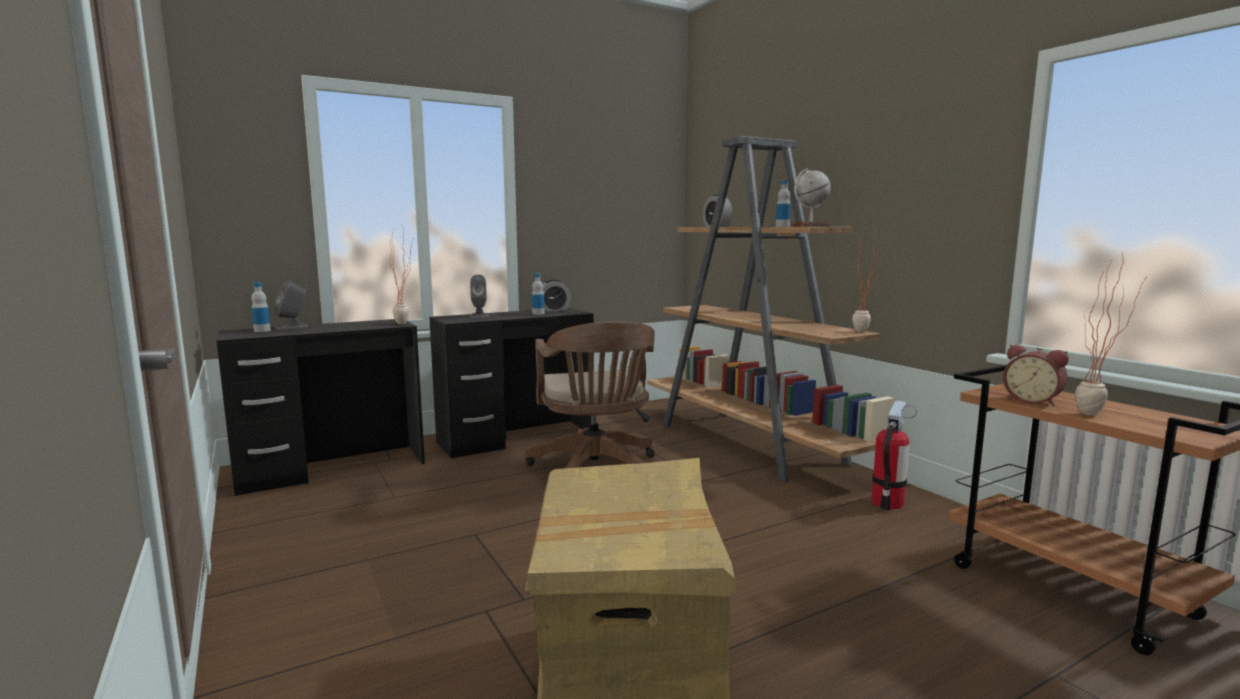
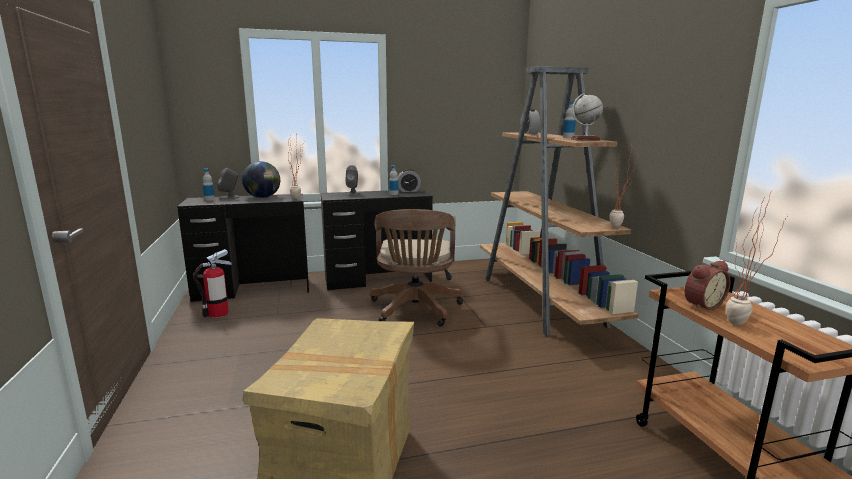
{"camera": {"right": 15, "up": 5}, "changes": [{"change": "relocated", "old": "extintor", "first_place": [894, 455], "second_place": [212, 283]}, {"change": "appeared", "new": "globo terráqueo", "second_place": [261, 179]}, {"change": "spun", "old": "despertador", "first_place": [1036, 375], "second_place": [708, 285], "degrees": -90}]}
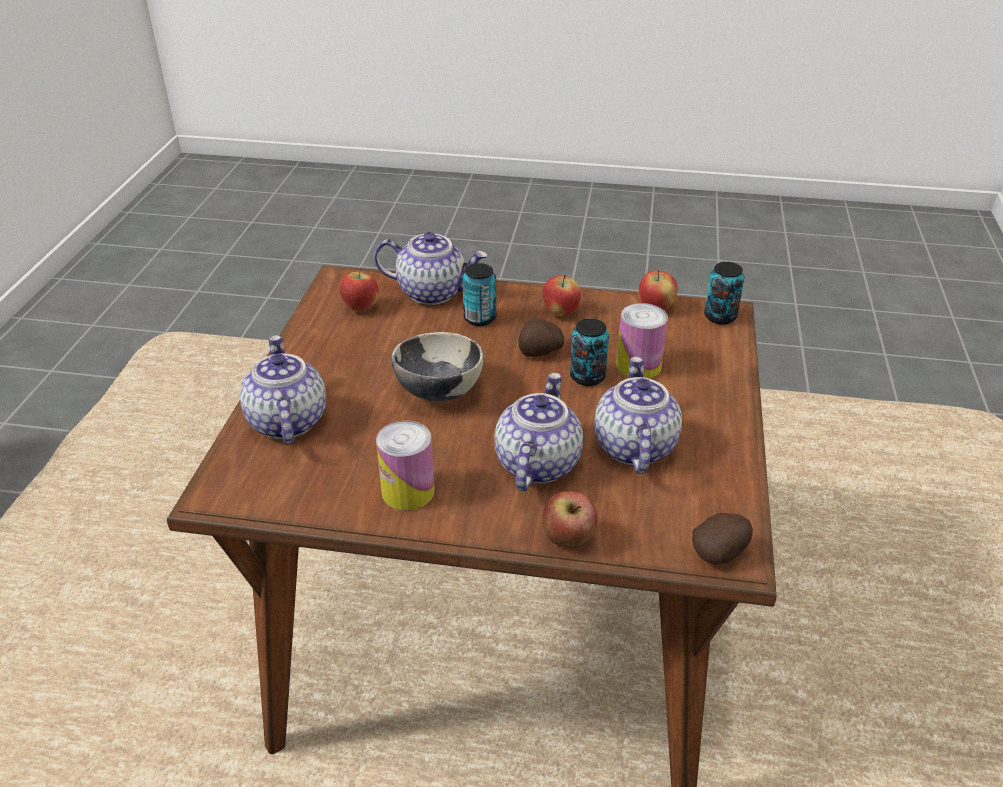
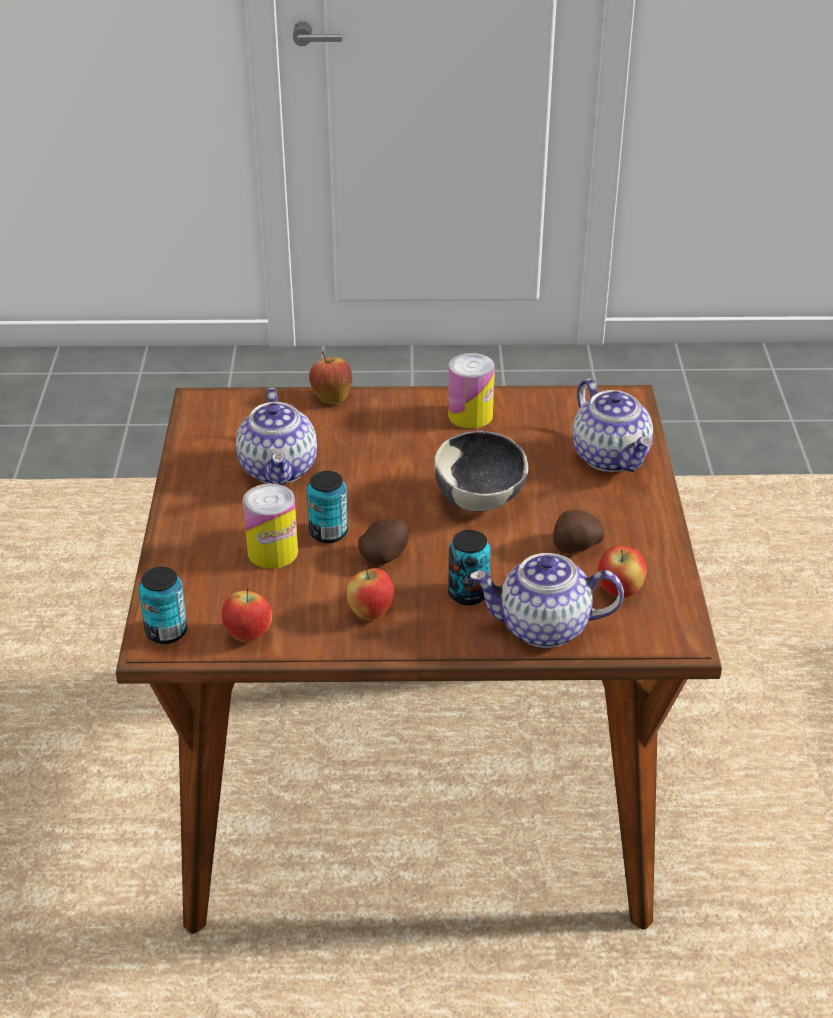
{"camera": {"right": 170, "up": 0}, "changes": [{"change": "relocated", "old": "patata", "first_place": [722, 538], "second_place": [578, 531]}, {"change": "missing", "old": "tetera", "first_place": [538, 432]}]}
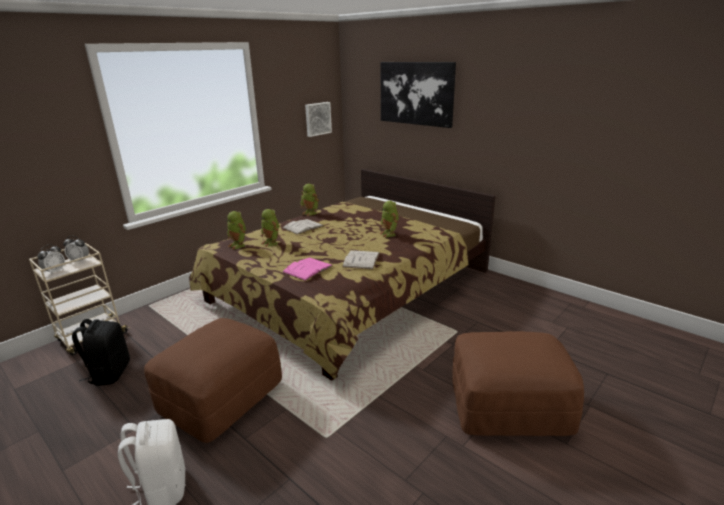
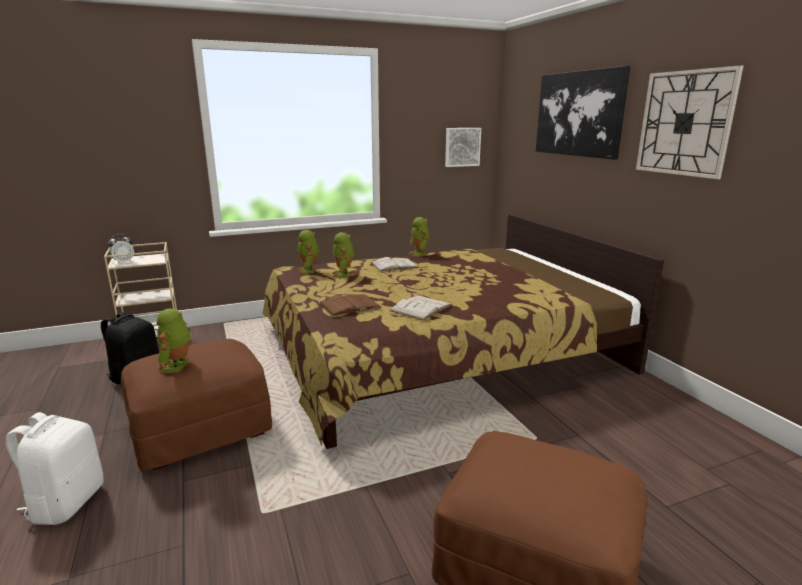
{"camera": {"right": 25, "up": -5}, "changes": [{"change": "relocated", "old": "robot de juguete", "first_place": [389, 219], "second_place": [173, 341]}, {"change": "colour", "old": "libro [rosa]", "new": "libro [marrón]", "first_place": [307, 269], "second_place": [350, 305]}, {"change": "appeared", "new": "reloj de pared", "second_place": [690, 122]}, {"change": "missing", "old": "despertador", "first_place": [76, 249]}]}
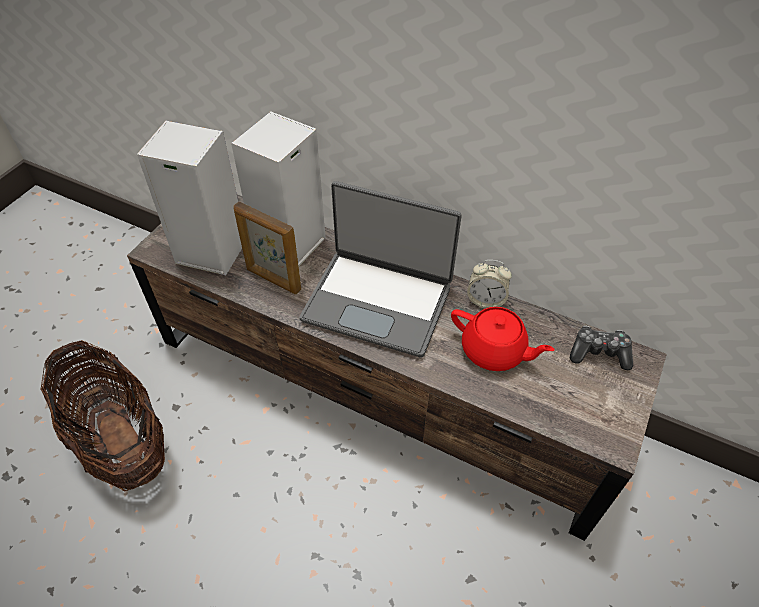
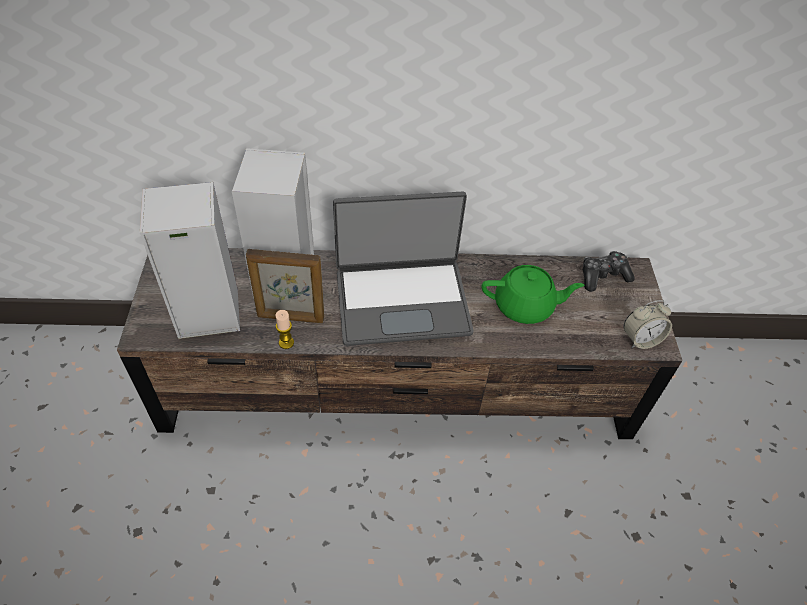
{"camera": {"right": -30, "up": 0}, "changes": [{"change": "appeared", "new": "vela", "second_place": [285, 329]}, {"change": "colour", "old": "tetera [rojo]", "new": "tetera [verde]", "first_place": [503, 339], "second_place": [533, 294]}, {"change": "relocated", "old": "despertador", "first_place": [489, 284], "second_place": [647, 324]}, {"change": "missing", "old": "cesta", "first_place": [103, 416]}]}
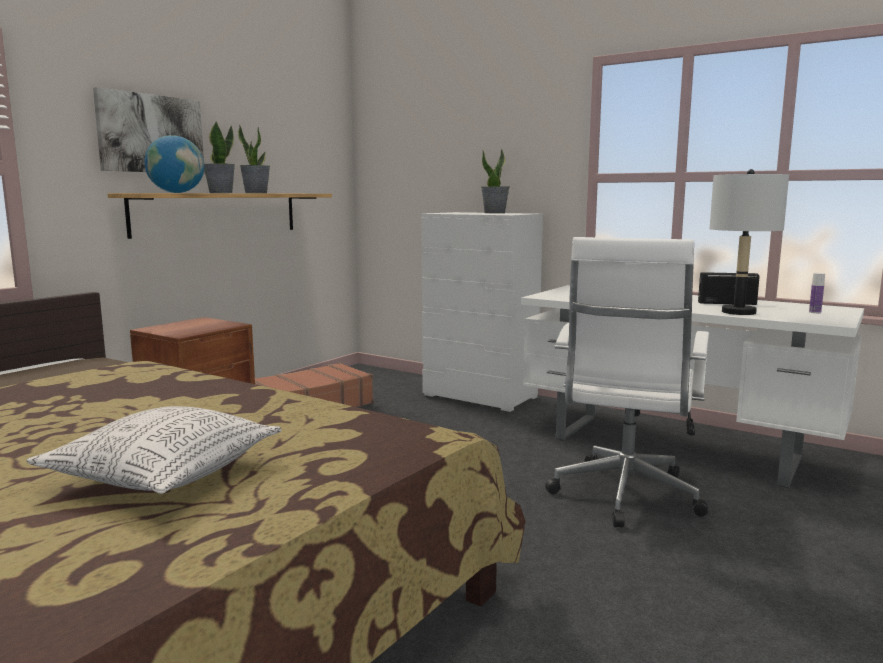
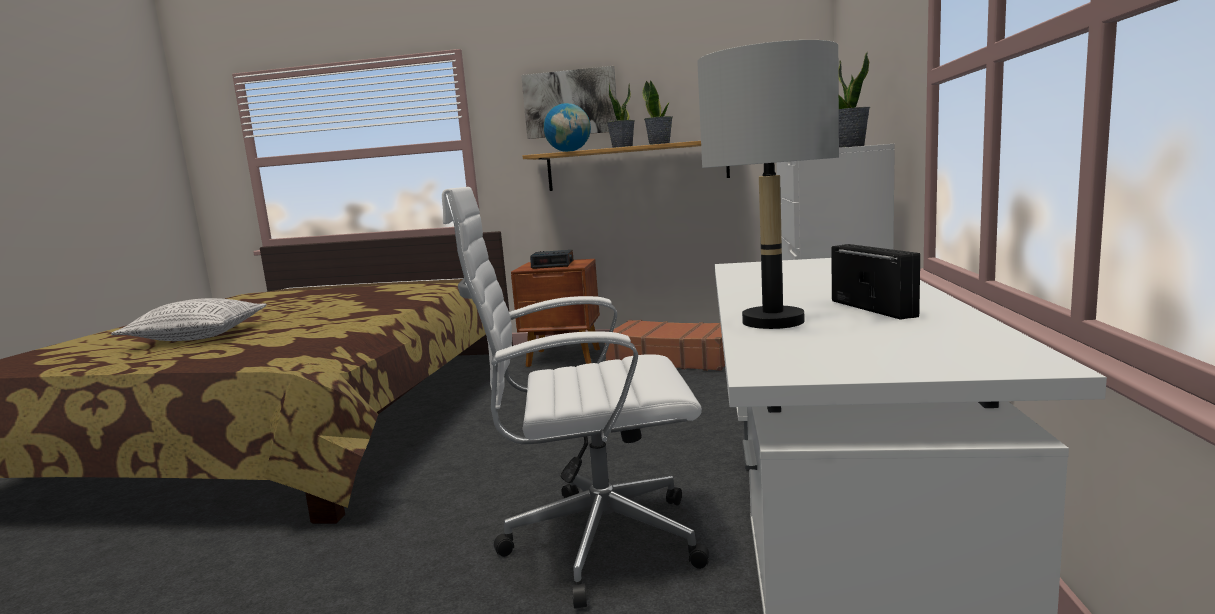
{"camera": {"right": 65, "up": 0}, "changes": [{"change": "appeared", "new": "despertador", "second_place": [551, 259]}, {"change": "missing", "old": "botella", "first_place": [817, 293]}]}
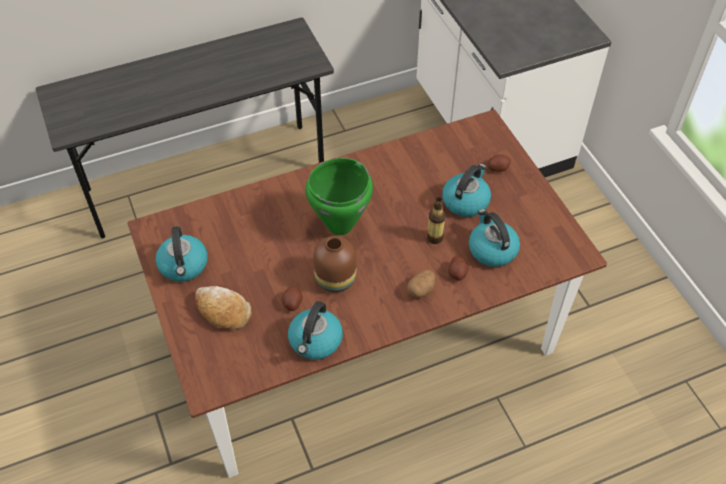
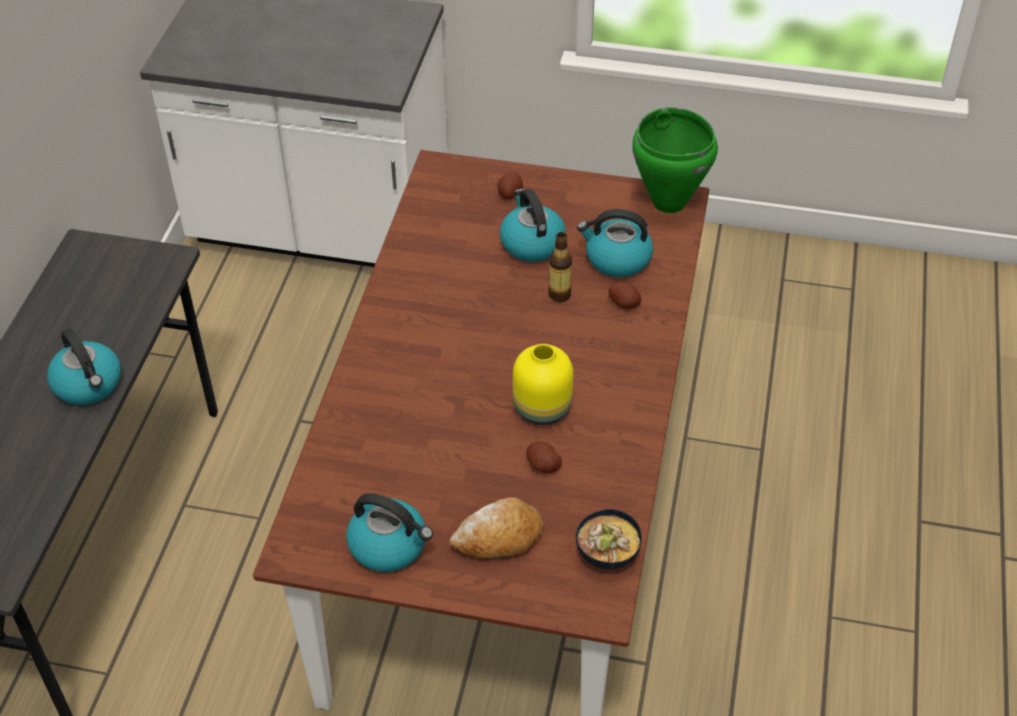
{"camera": {"right": -55, "up": -5}, "changes": [{"change": "relocated", "old": "hervidor", "first_place": [315, 330], "second_place": [84, 366]}, {"change": "colour", "old": "florero [marrón]", "new": "florero [amarillo]", "first_place": [334, 264], "second_place": [543, 384]}, {"change": "appeared", "new": "cuenco", "second_place": [609, 539]}, {"change": "relocated", "old": "olla [verde]", "first_place": [339, 196], "second_place": [675, 160]}, {"change": "missing", "old": "patata", "first_place": [421, 284]}]}
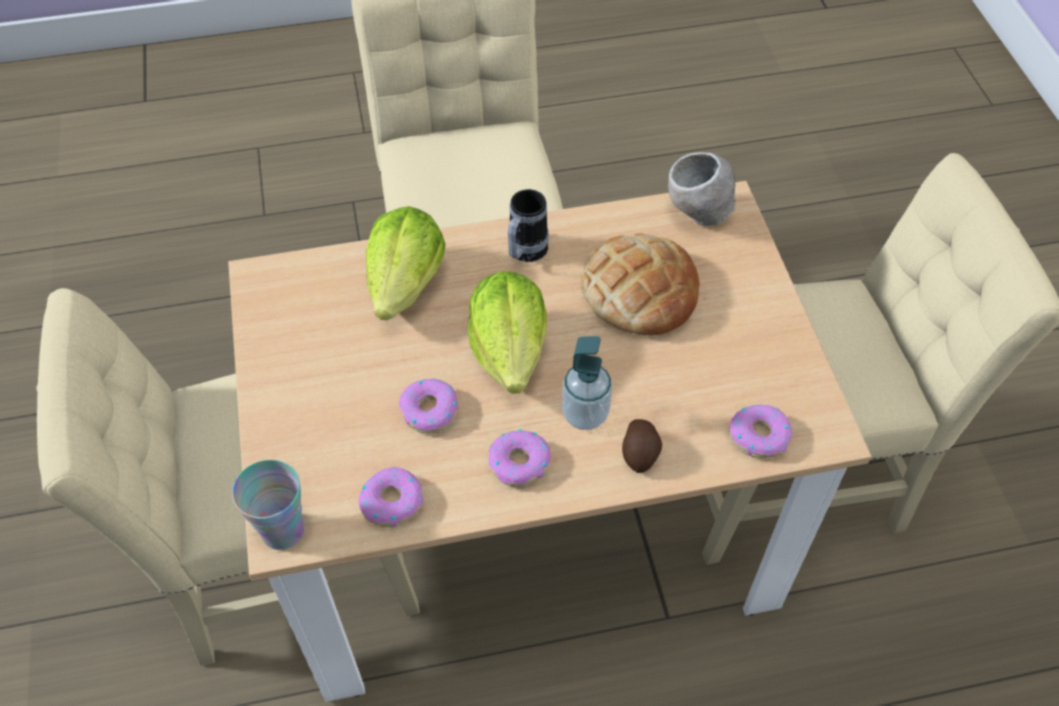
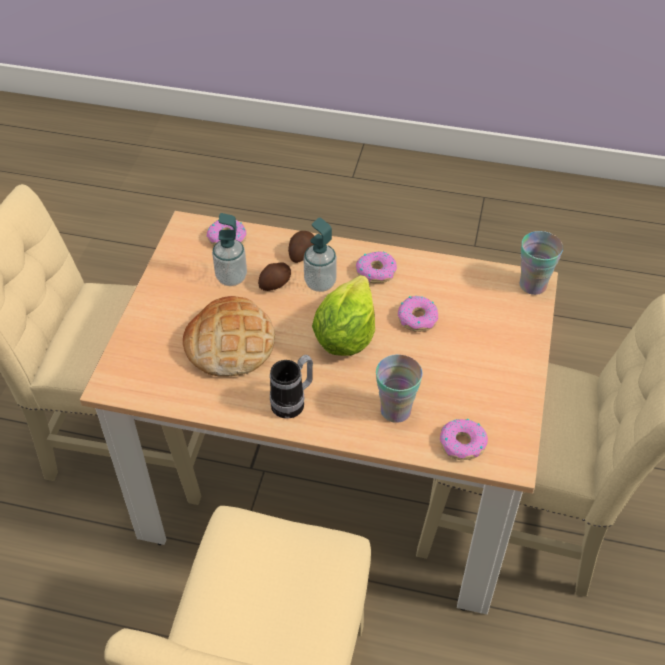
{"camera": {"right": -155, "up": -5}, "changes": [{"change": "appeared", "new": "dispensador de jabón", "second_place": [229, 249]}, {"change": "appeared", "new": "patata", "second_place": [274, 276]}, {"change": "exchanged", "old": "lechuga", "new": "taza", "first_place": [406, 263], "second_place": [399, 388]}, {"change": "relocated", "old": "rosquilla", "first_place": [391, 497], "second_place": [464, 439]}, {"change": "missing", "old": "cuenco [gris]", "first_place": [702, 189]}]}
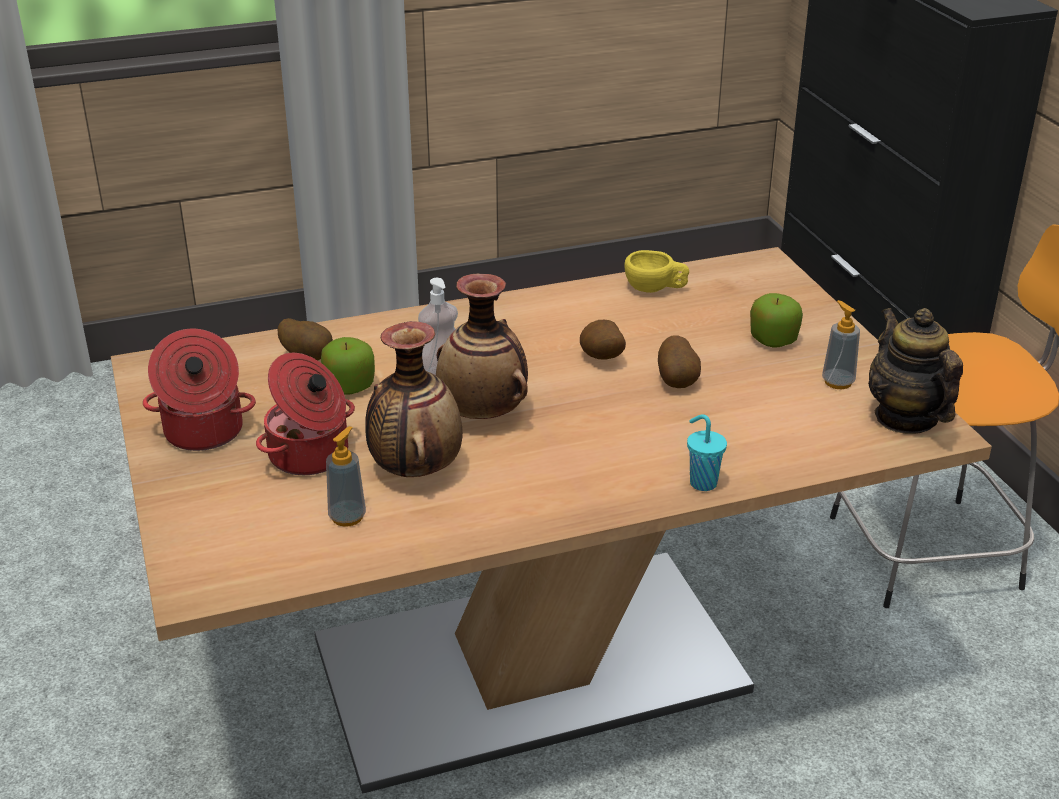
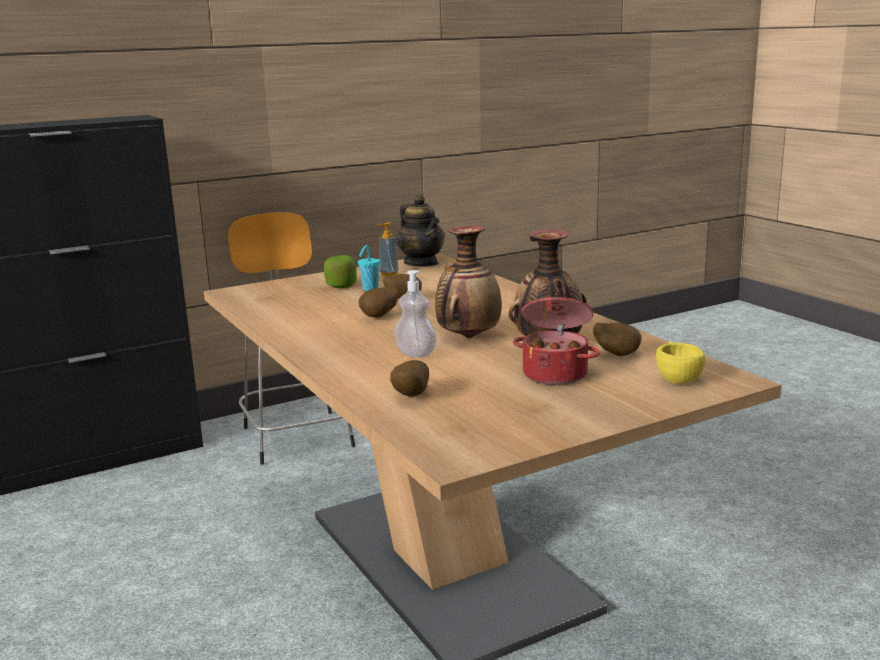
{"camera": {"right": -100, "up": -15}, "changes": [{"change": "relocated", "old": "taza [turquesa]", "first_place": [707, 452], "second_place": [369, 268]}, {"change": "spun", "old": "tetera", "first_place": [915, 371], "second_place": [420, 231], "degrees": -90}, {"change": "exchanged", "old": "dispensador de jabón", "new": "patata", "first_place": [346, 476], "second_place": [617, 339]}, {"change": "relocated", "old": "taza [amarillo]", "first_place": [656, 271], "second_place": [681, 362]}, {"change": "missing", "old": "olla", "first_place": [199, 390]}, {"change": "missing", "old": "manzana", "first_place": [348, 365]}]}
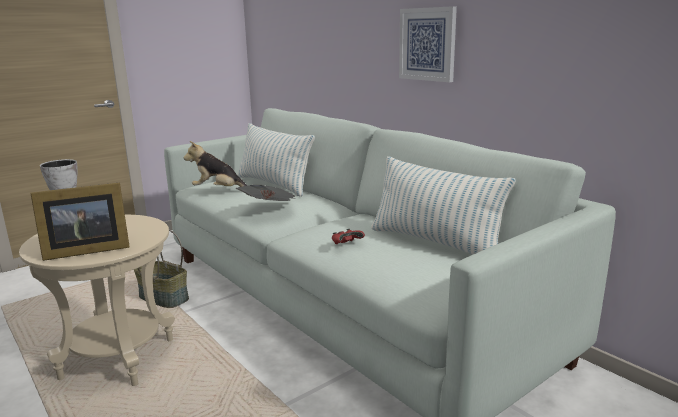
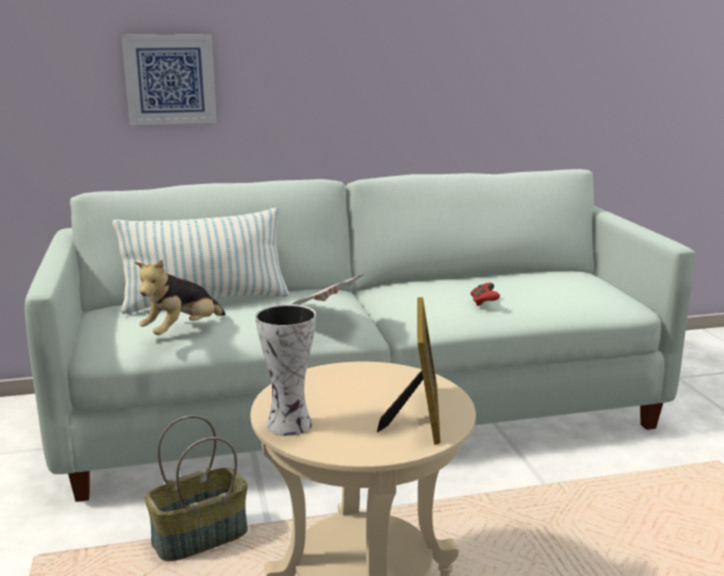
{"camera": {"right": -65, "up": 0}, "changes": [{"change": "relocated", "old": "cuadro", "first_place": [428, 44], "second_place": [169, 79]}, {"change": "missing", "old": "cojín", "first_place": [443, 205]}]}
